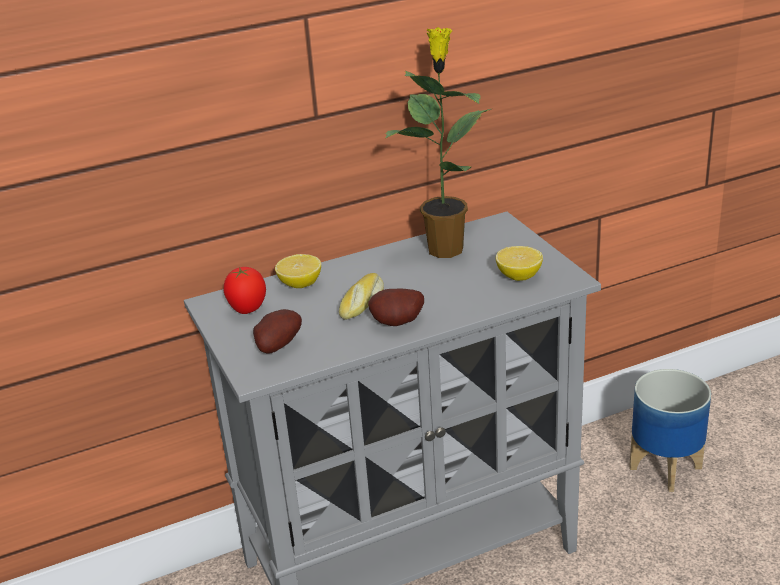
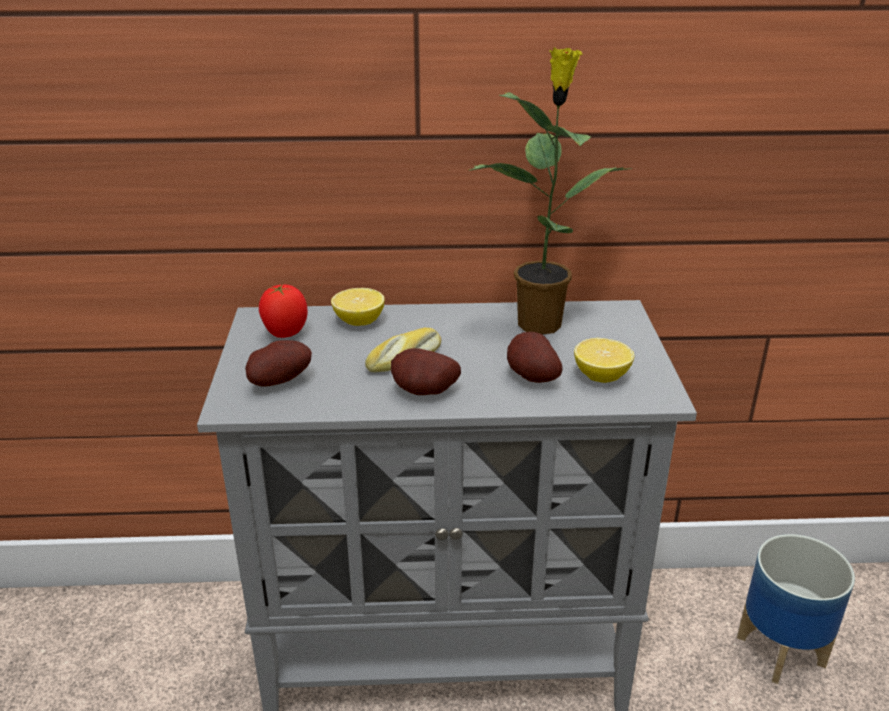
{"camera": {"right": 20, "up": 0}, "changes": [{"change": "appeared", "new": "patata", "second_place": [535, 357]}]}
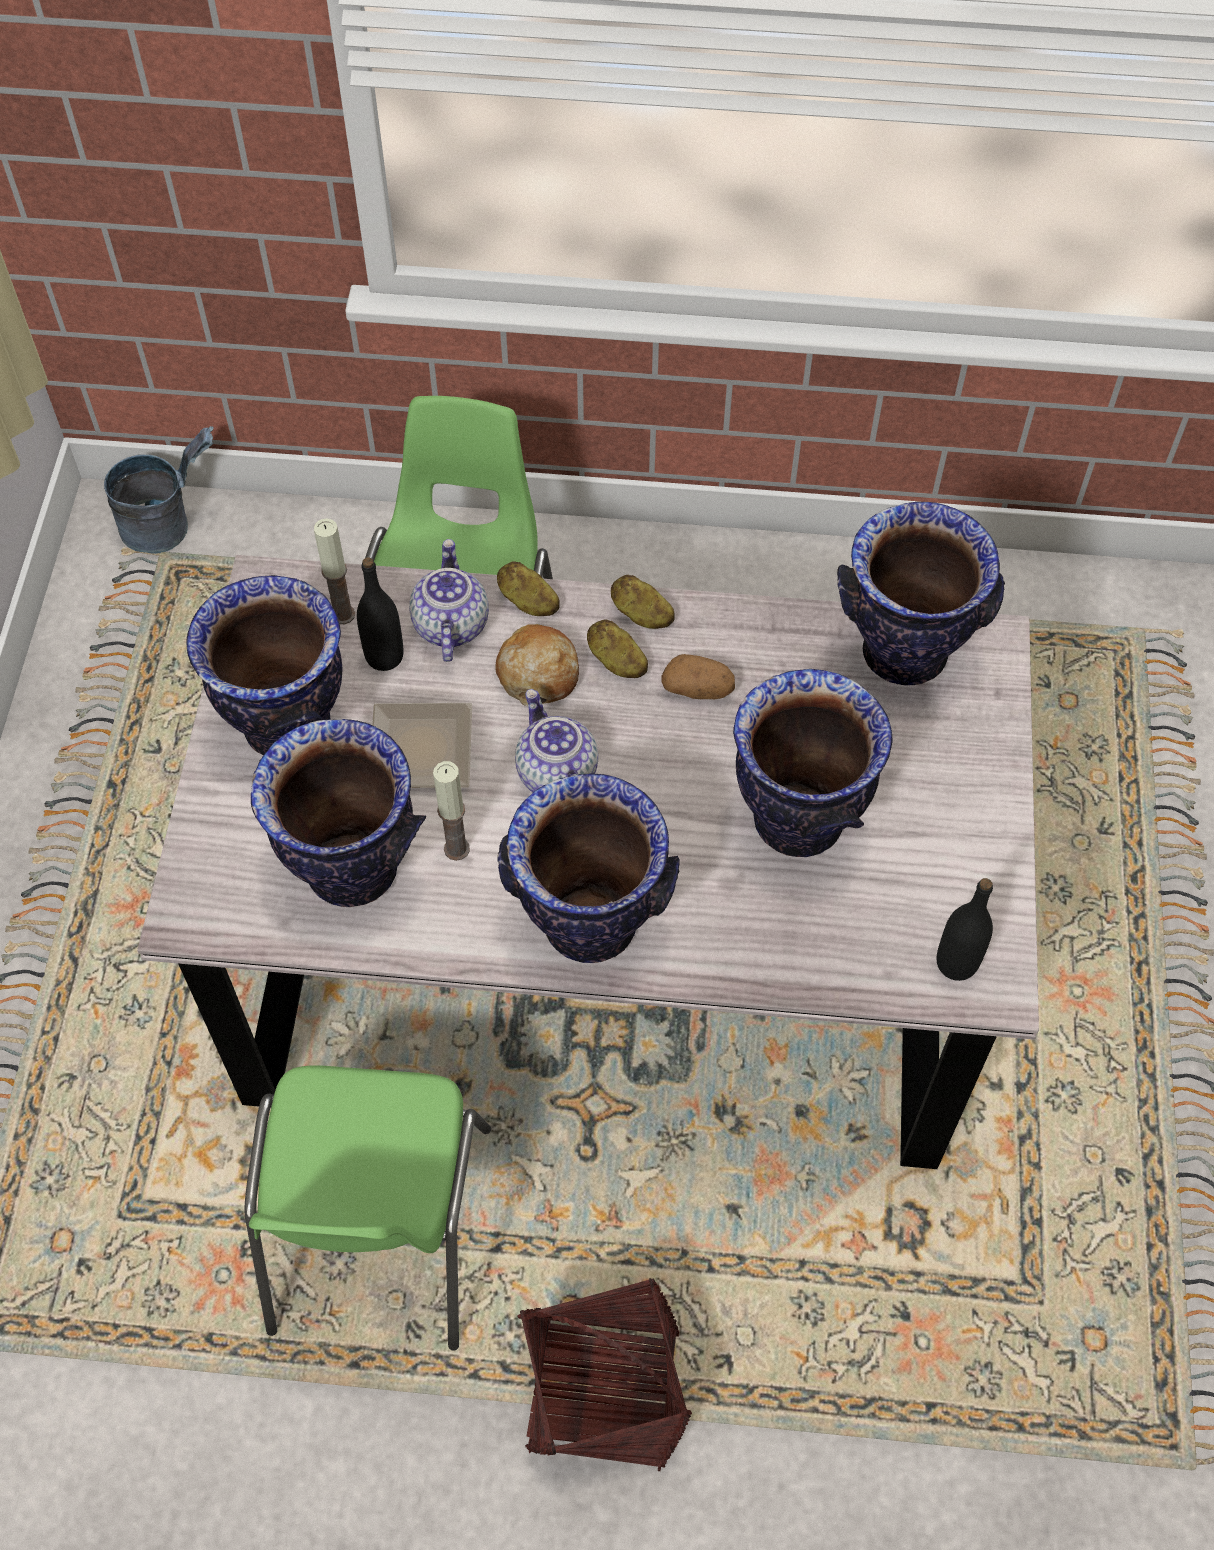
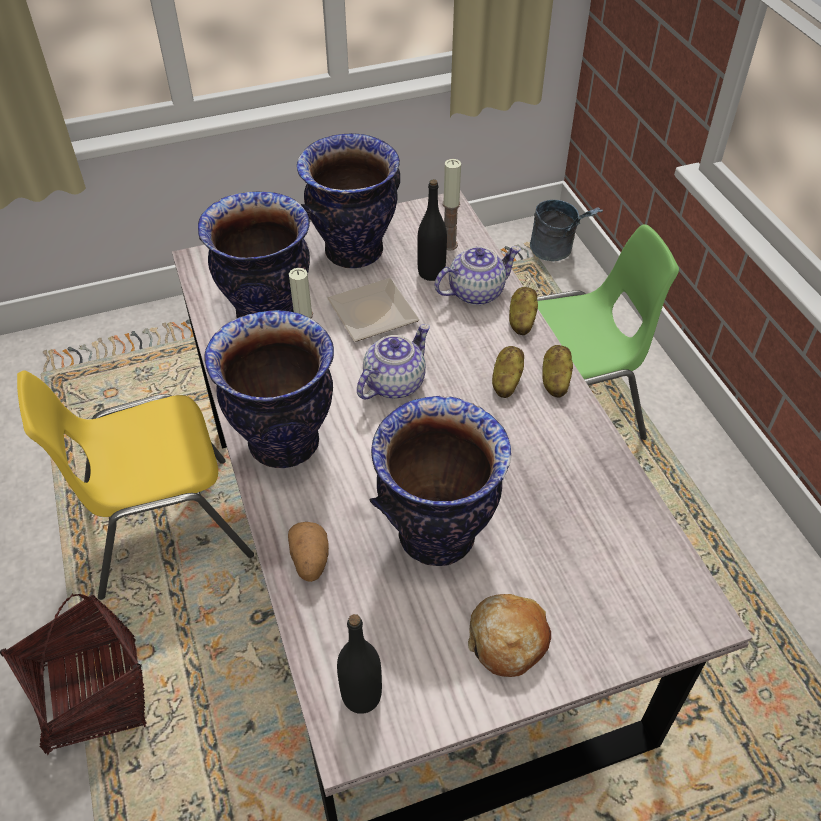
{"camera": {"right": 65, "up": -10}, "changes": [{"change": "colour", "old": "silla [verde]", "new": "silla [amarillo]", "first_place": [368, 1208], "second_place": [135, 485]}, {"change": "relocated", "old": "patata", "first_place": [698, 676], "second_place": [308, 552]}, {"change": "relocated", "old": "pan", "first_place": [537, 665], "second_place": [509, 635]}, {"change": "missing", "old": "florero", "first_place": [921, 594]}]}
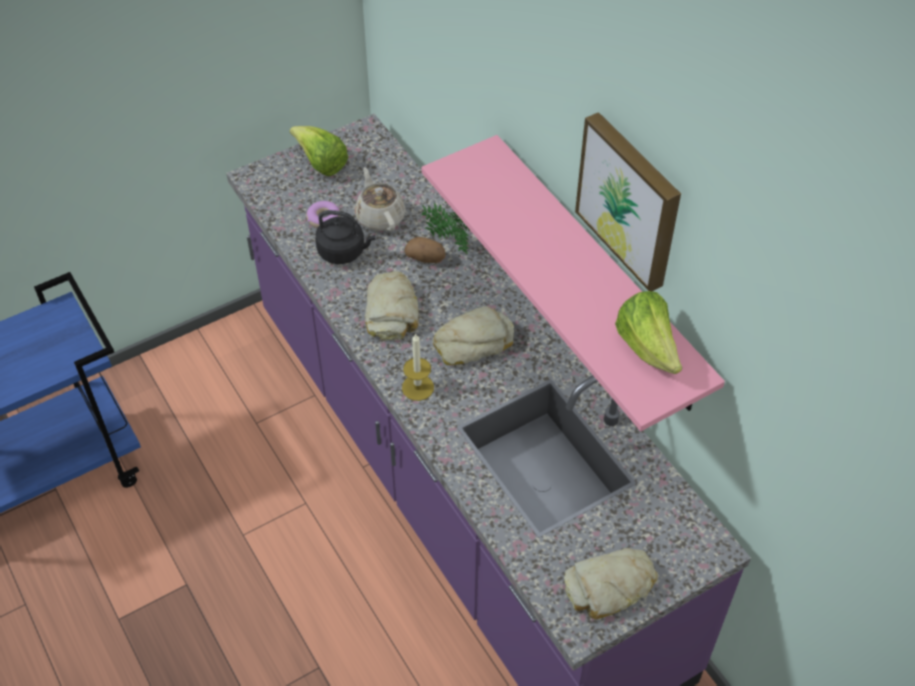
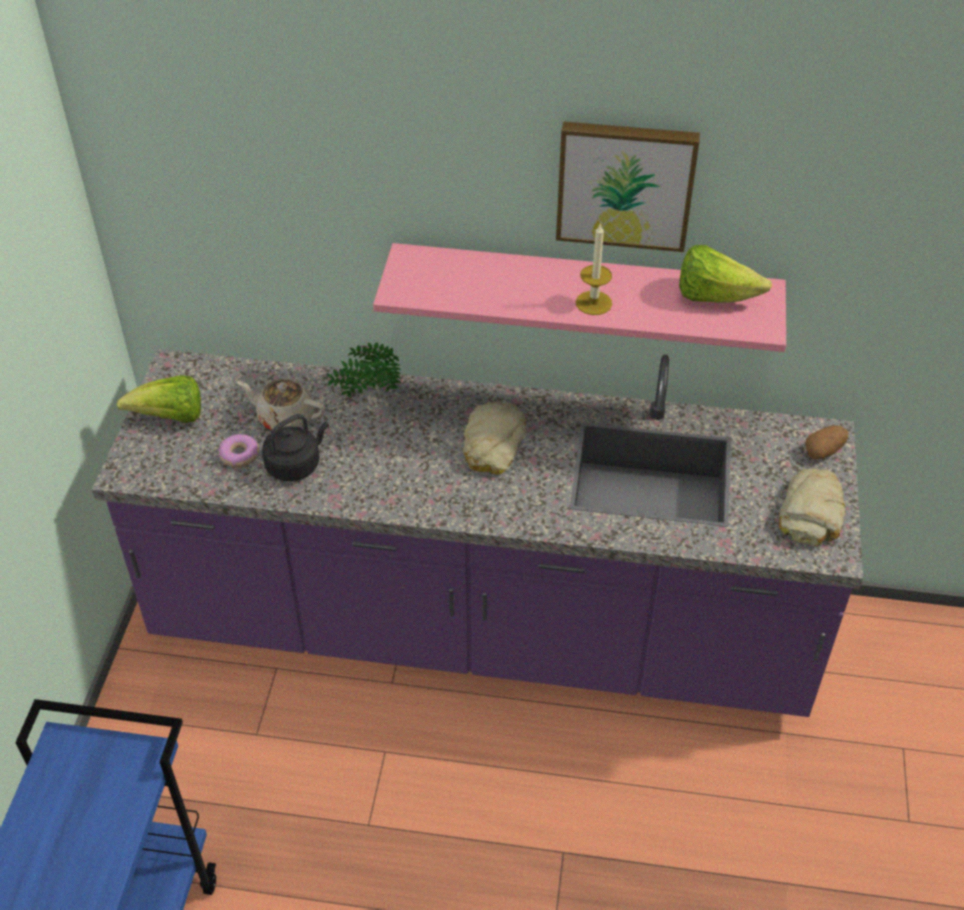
{"camera": {"right": -50, "up": -5}, "changes": [{"change": "relocated", "old": "vela", "first_place": [418, 367], "second_place": [594, 269]}, {"change": "relocated", "old": "patata", "first_place": [425, 250], "second_place": [826, 443]}, {"change": "missing", "old": "pan", "first_place": [392, 305]}]}
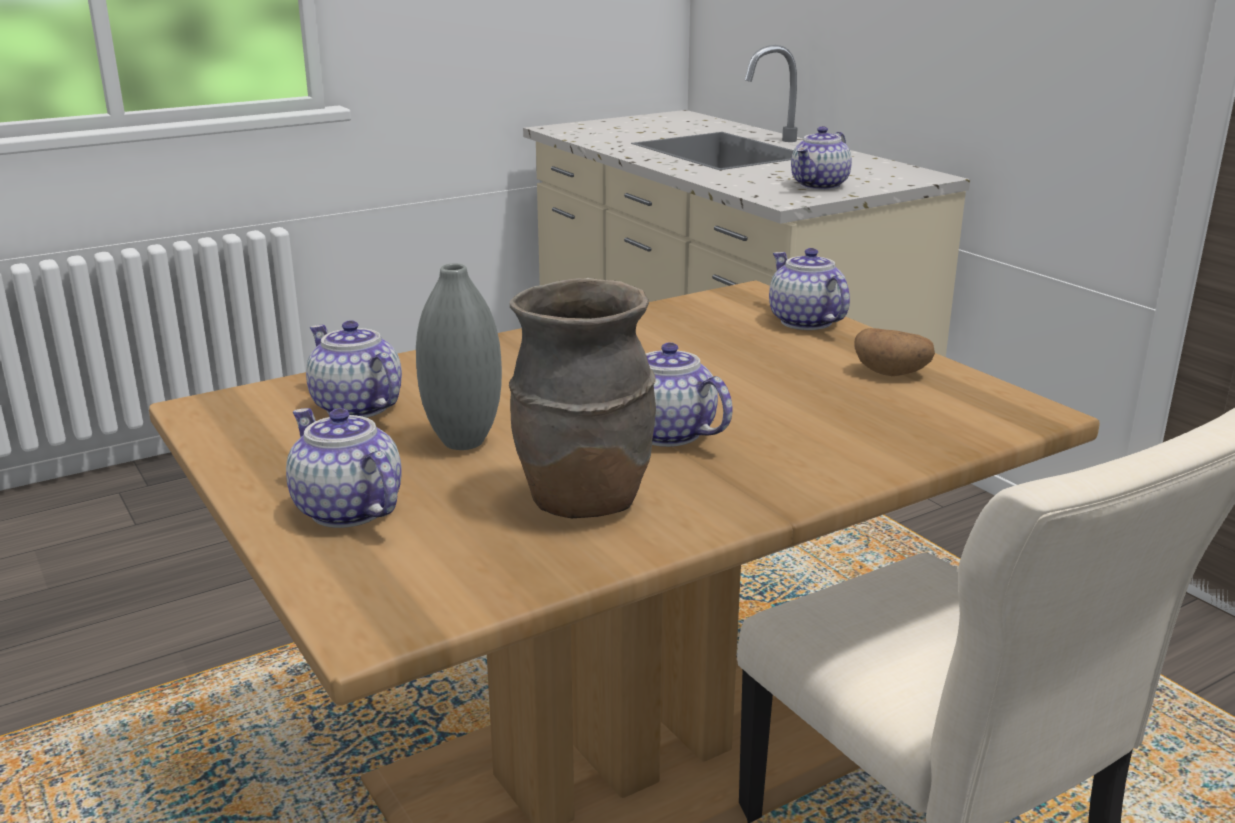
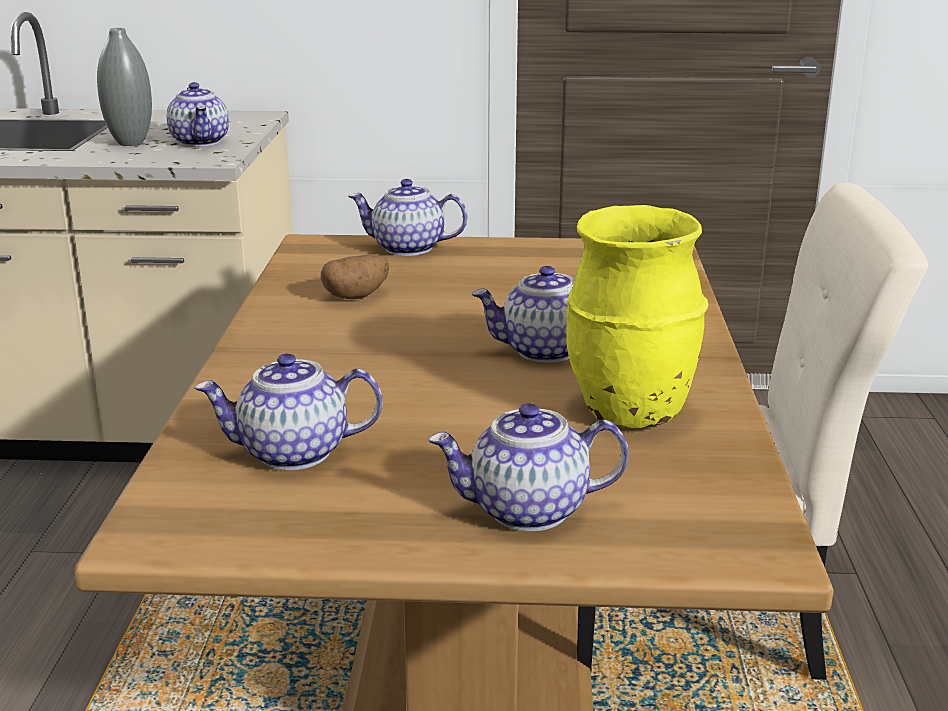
{"camera": {"right": -55, "up": 0}, "changes": [{"change": "relocated", "old": "florero [gris]", "first_place": [459, 357], "second_place": [124, 87]}, {"change": "relocated", "old": "patata", "first_place": [895, 352], "second_place": [355, 276]}, {"change": "colour", "old": "florero [marrón]", "new": "florero [amarillo]", "first_place": [582, 398], "second_place": [637, 316]}]}
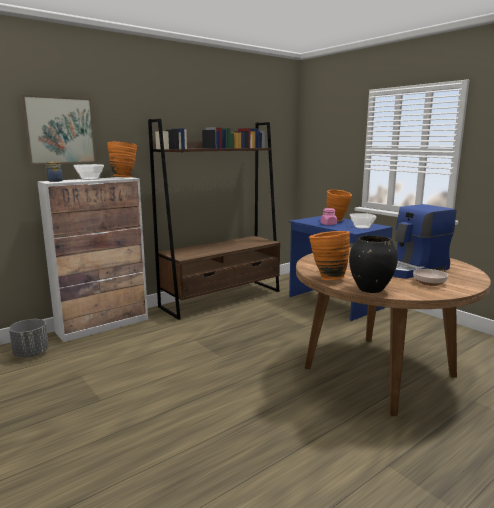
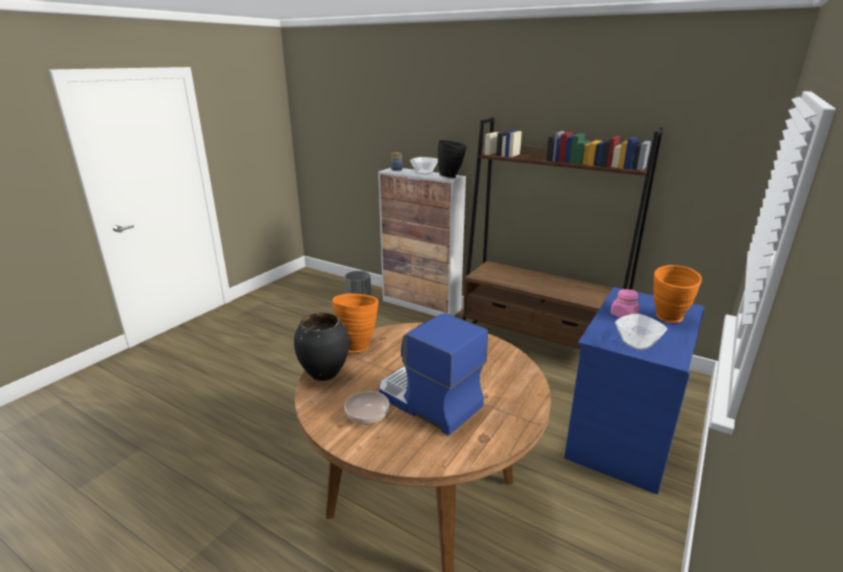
{"camera": {"right": 70, "up": 10}, "changes": [{"change": "colour", "old": "florero [naranja]", "new": "florero [negro]", "first_place": [122, 159], "second_place": [452, 159]}, {"change": "missing", "old": "cuadro", "first_place": [58, 130]}]}
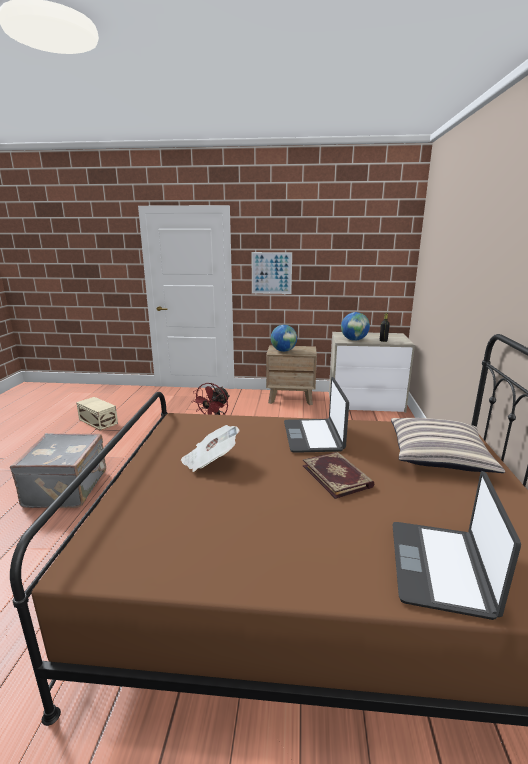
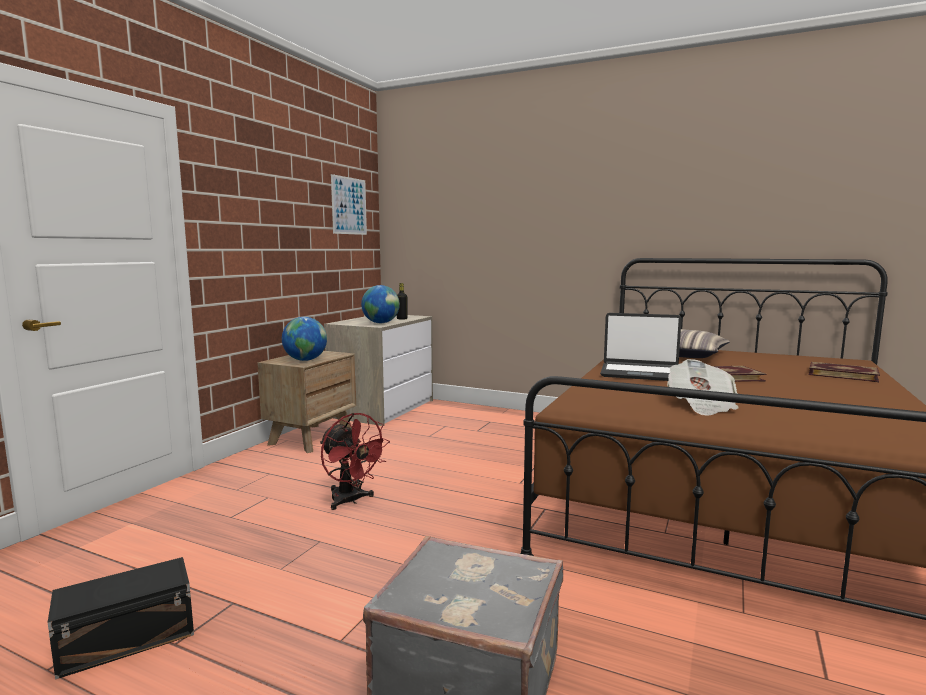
{"camera": {"right": -70, "up": -10}, "changes": [{"change": "colour", "old": "caja de almacenaje [beis]", "new": "caja de almacenaje [negro]", "first_place": [97, 414], "second_place": [121, 618]}, {"change": "relocated", "old": "cuadro", "first_place": [271, 273], "second_place": [349, 204]}, {"change": "exchanged", "old": "portátil", "new": "libro", "first_place": [456, 545], "second_place": [844, 372]}]}
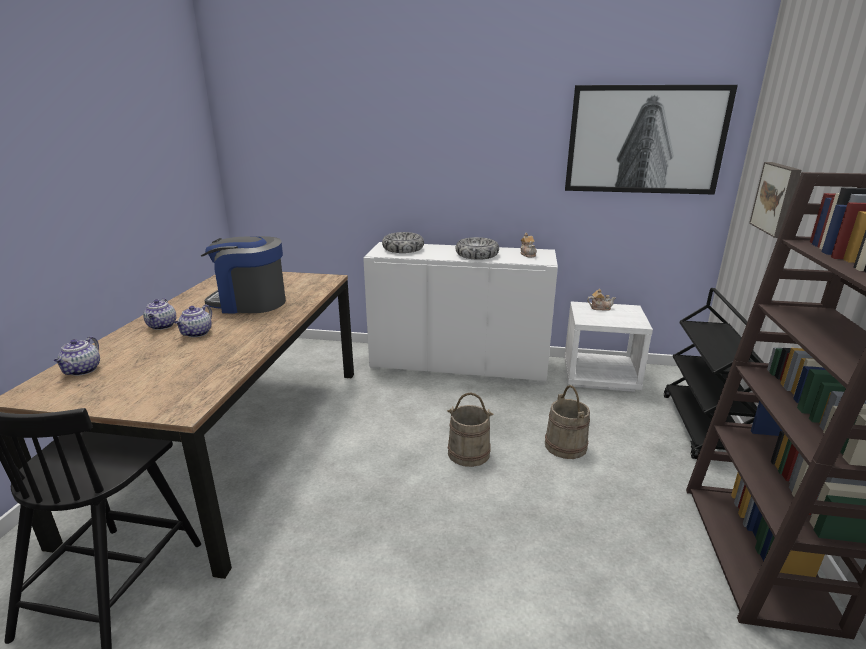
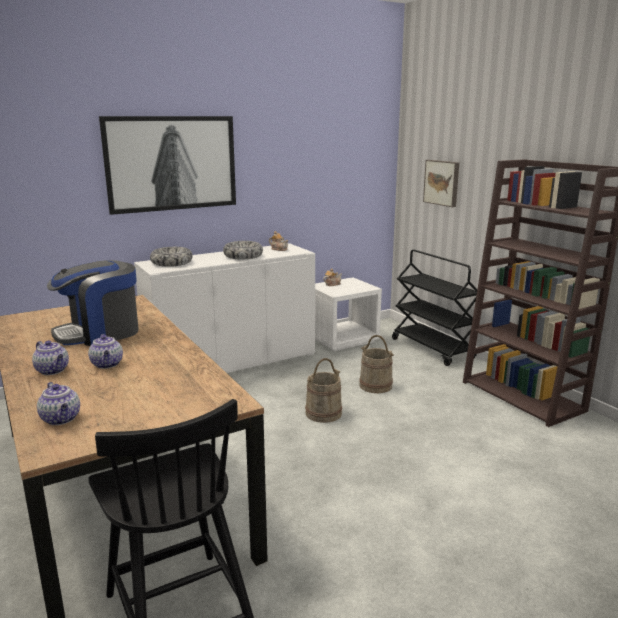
{"camera": {"right": -40, "up": -5}, "changes": [{"change": "relocated", "old": "cuadro", "first_place": [651, 140], "second_place": [167, 165]}]}
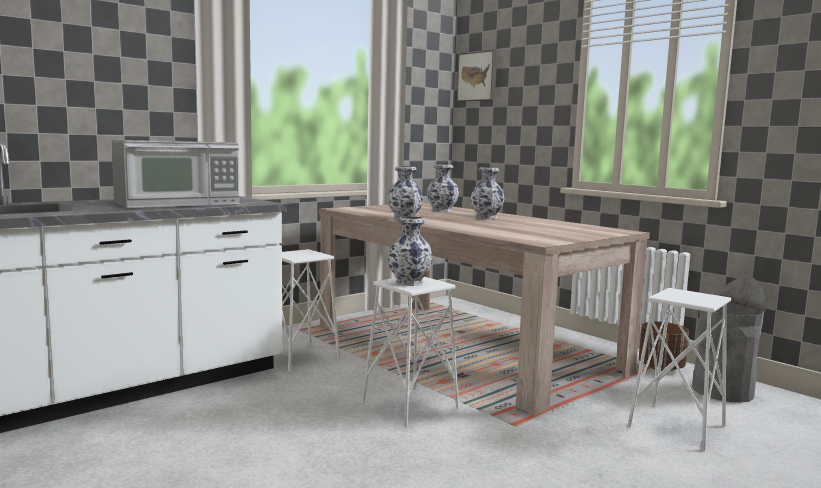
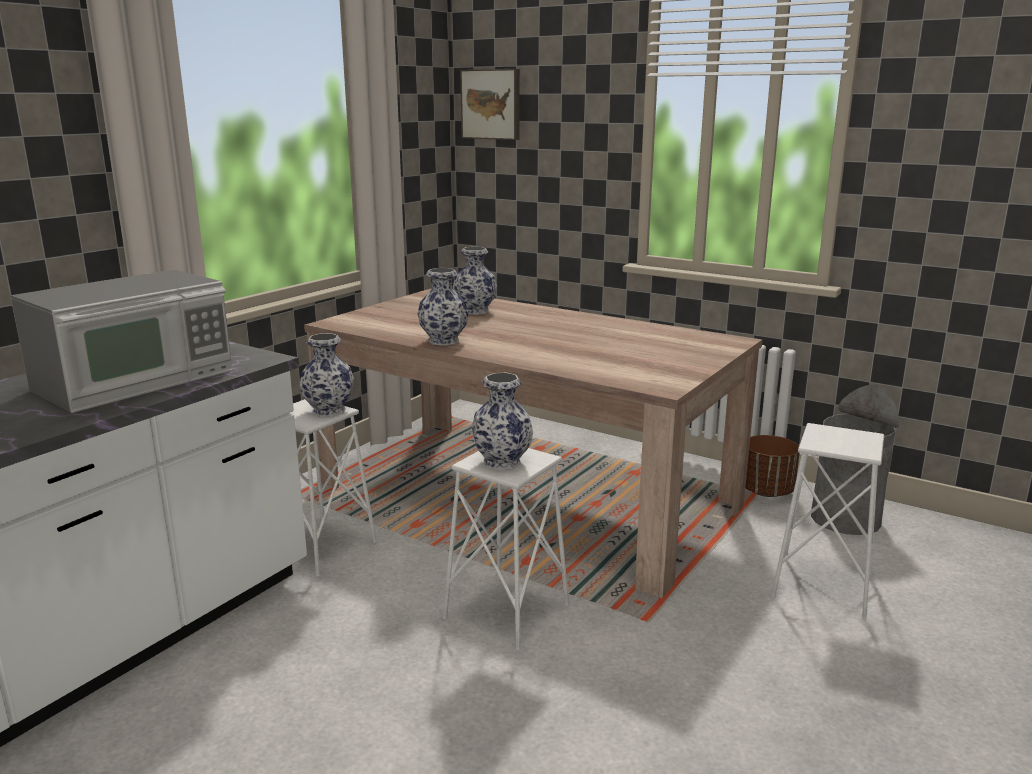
{"camera": {"right": -15, "up": 10}, "changes": [{"change": "relocated", "old": "florero", "first_place": [487, 193], "second_place": [327, 375]}]}
